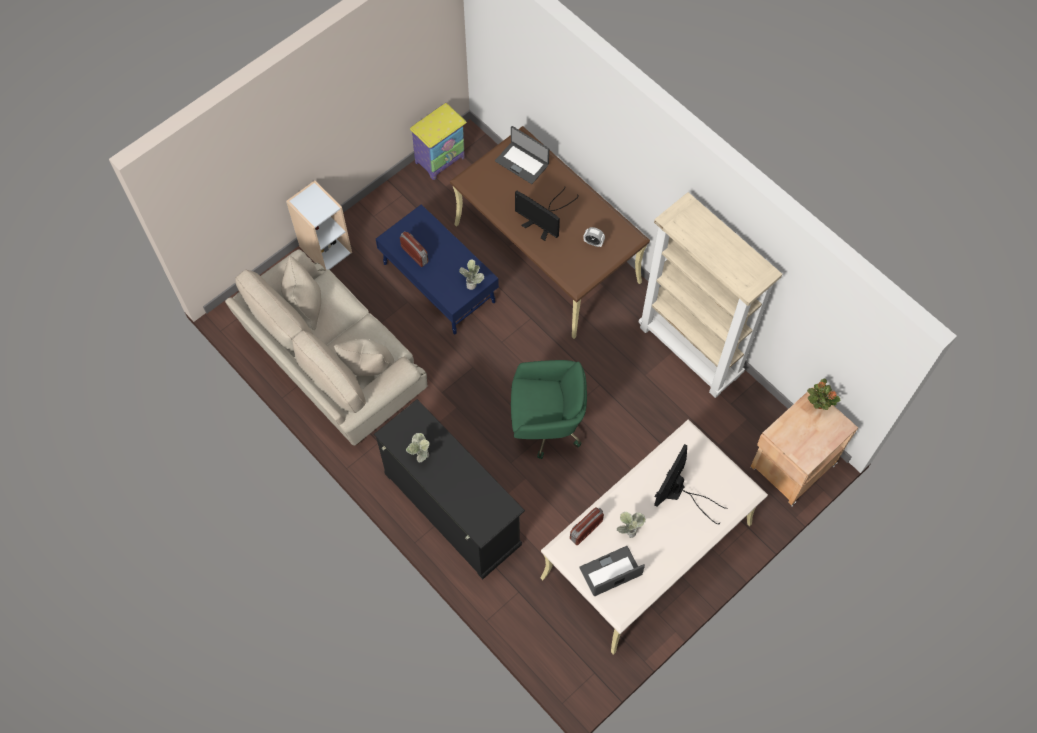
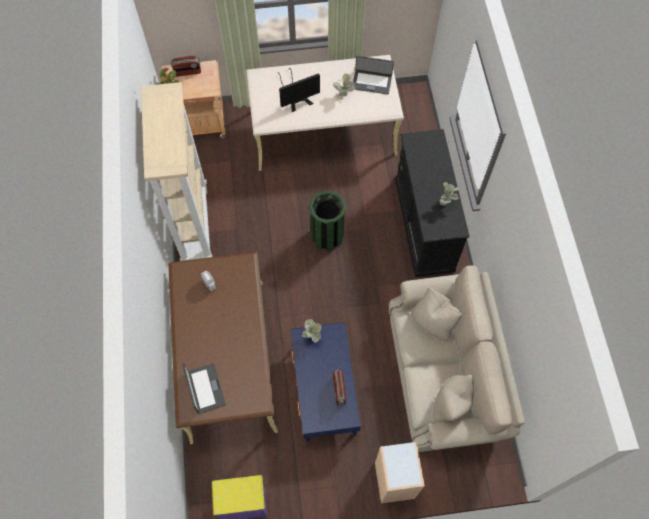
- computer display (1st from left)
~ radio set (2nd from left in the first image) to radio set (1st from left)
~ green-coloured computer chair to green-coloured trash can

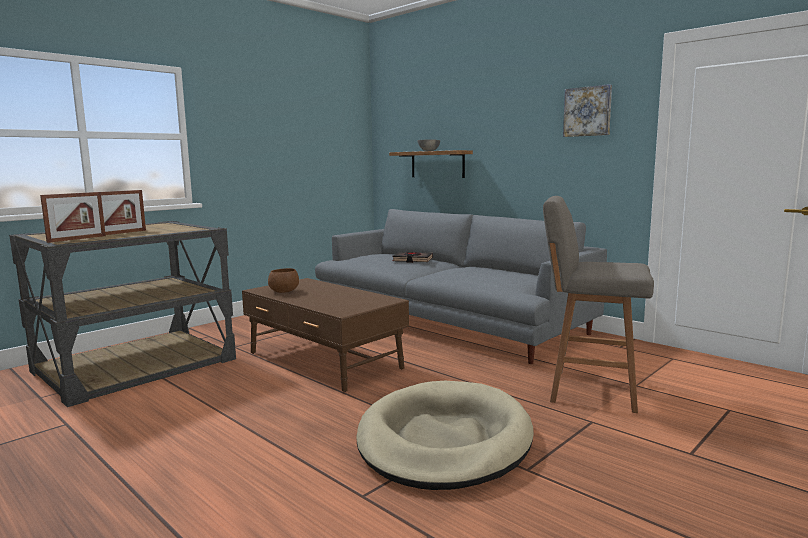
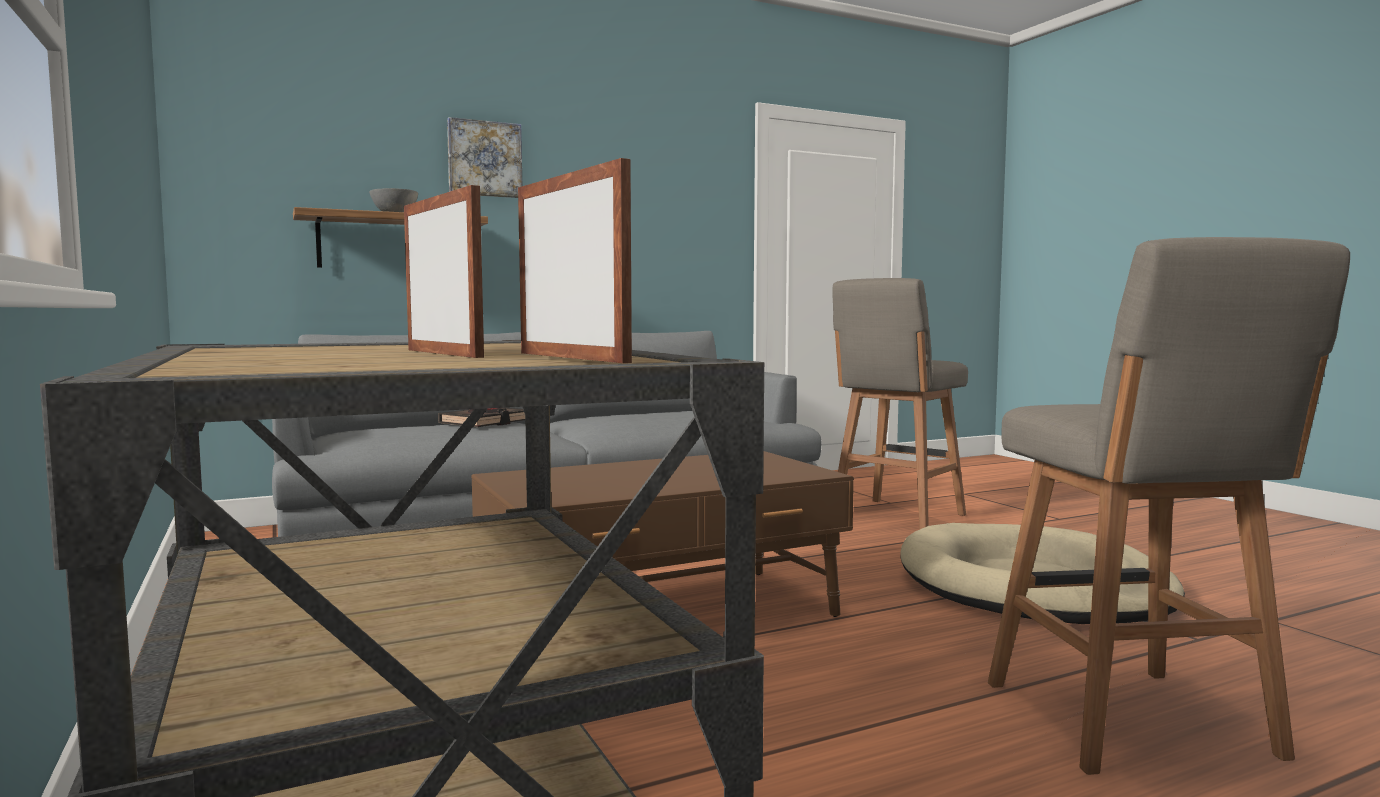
- brownish serving bowl
+ greyish stool (2nd from left)
~ picture

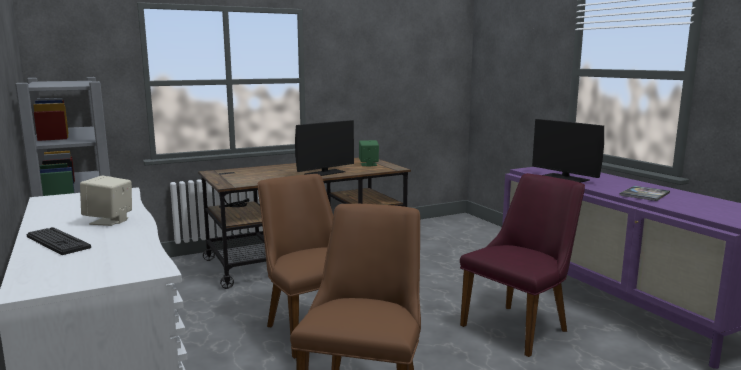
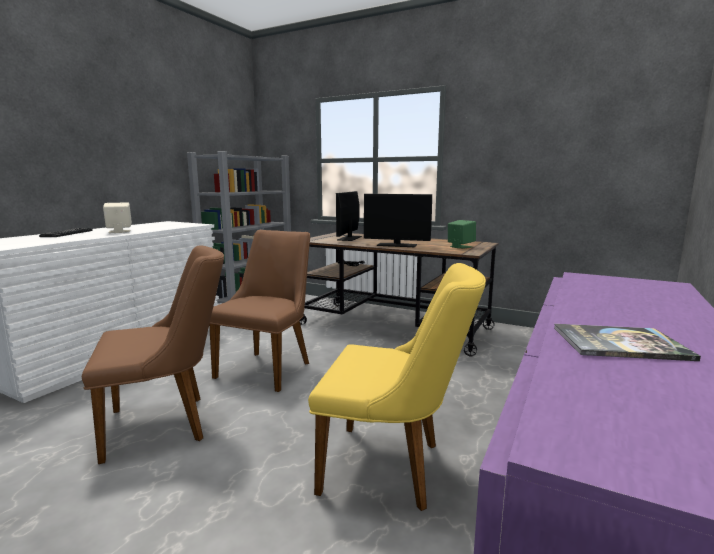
~ computer display (2nd from left in the first image) to computer display (1st from left)
~ purplish chair to yellowish chair

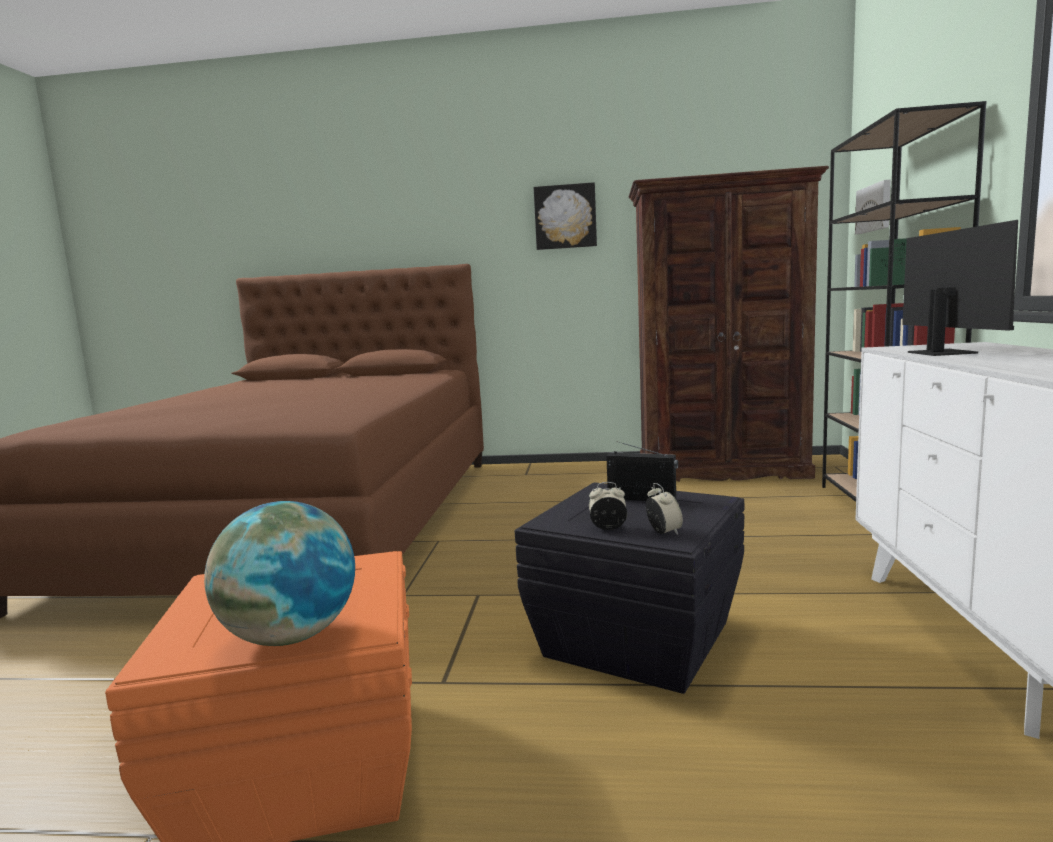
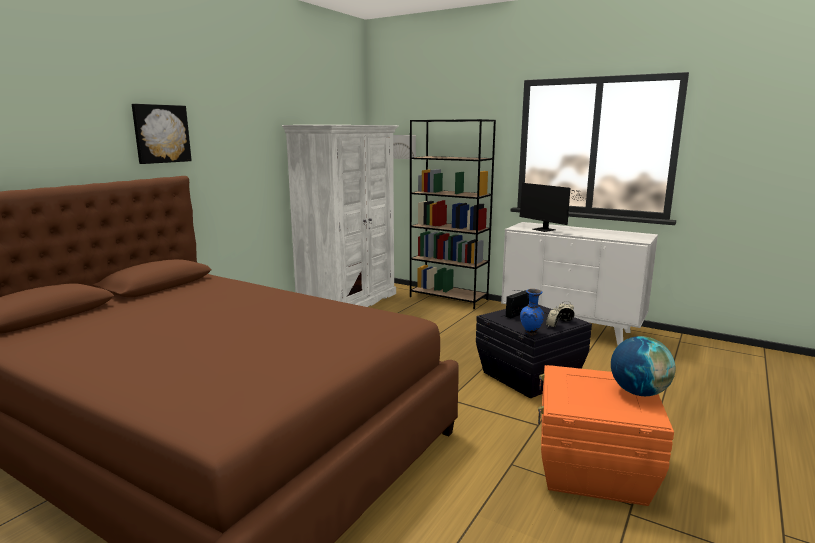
+ bluish vase
~ picture (1st from left)
~ brownish wardrobe to white wardrobe
~ computer display 150 degrees counterclockwise

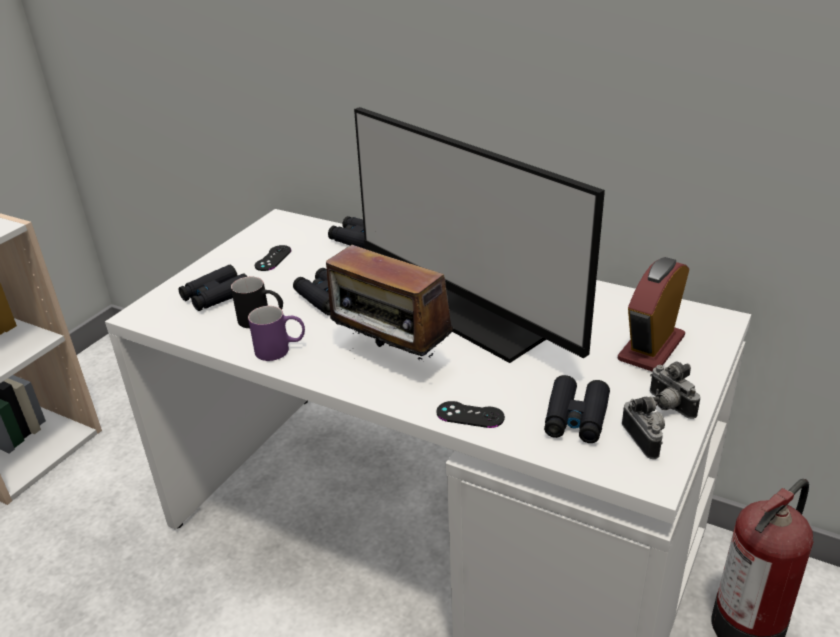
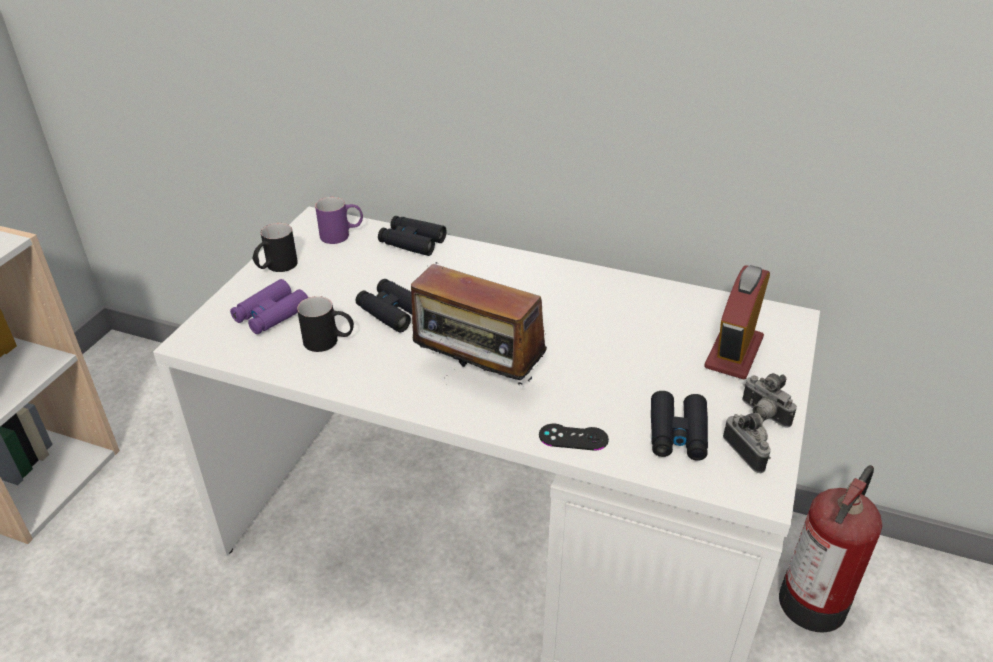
- black-coloured game controller (1st from left)
- computer display
+ black-coloured mug (1st from left)
~ purplish mug
~ black-coloured pair of binoculars (1st from left) to purplish pair of binoculars

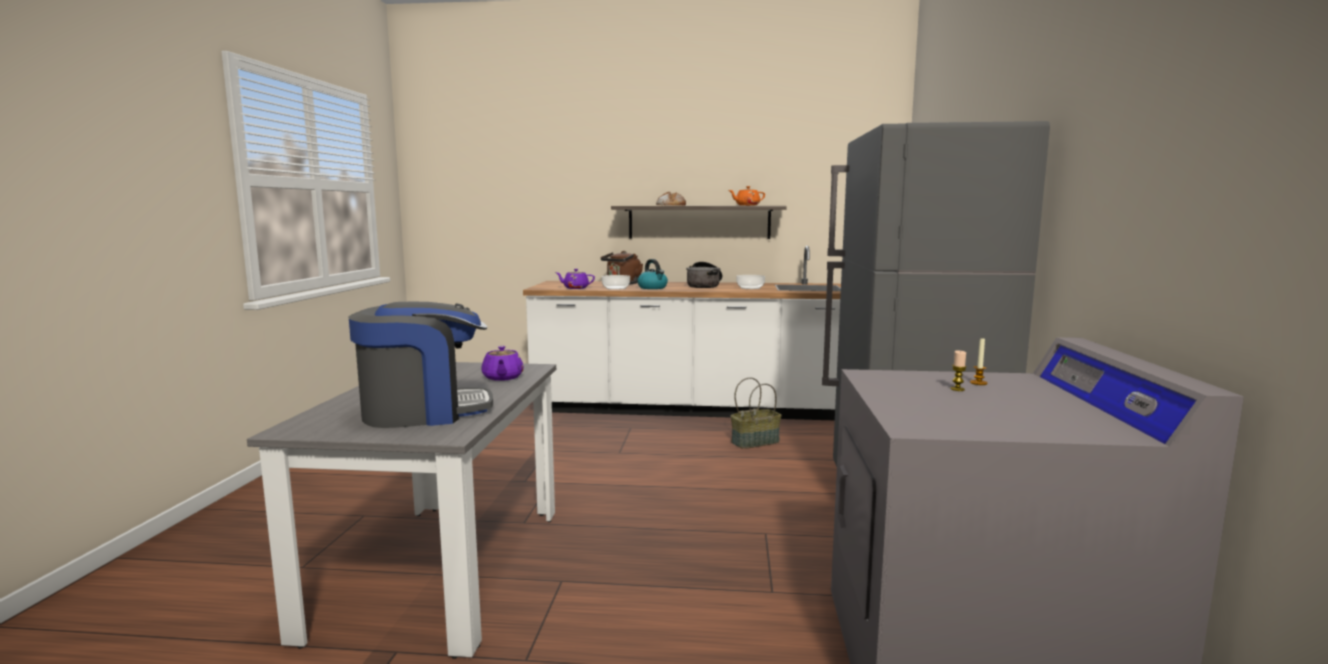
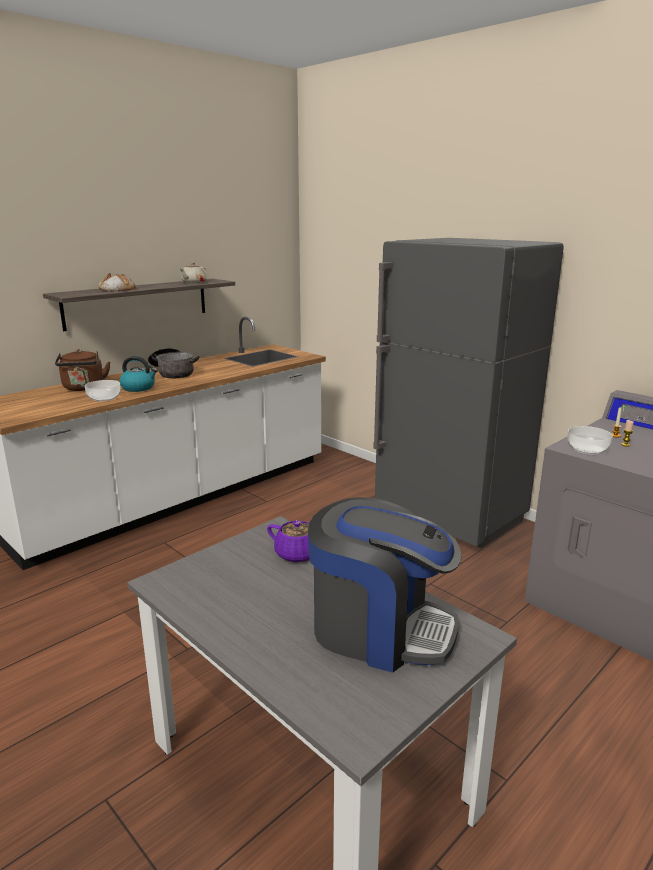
- purplish teapot (2nd from left)
- storage basket
~ serving bowl (2nd from left)
~ orange teapot to sand-coloured teapot
~ coffee maker 90 degrees clockwise

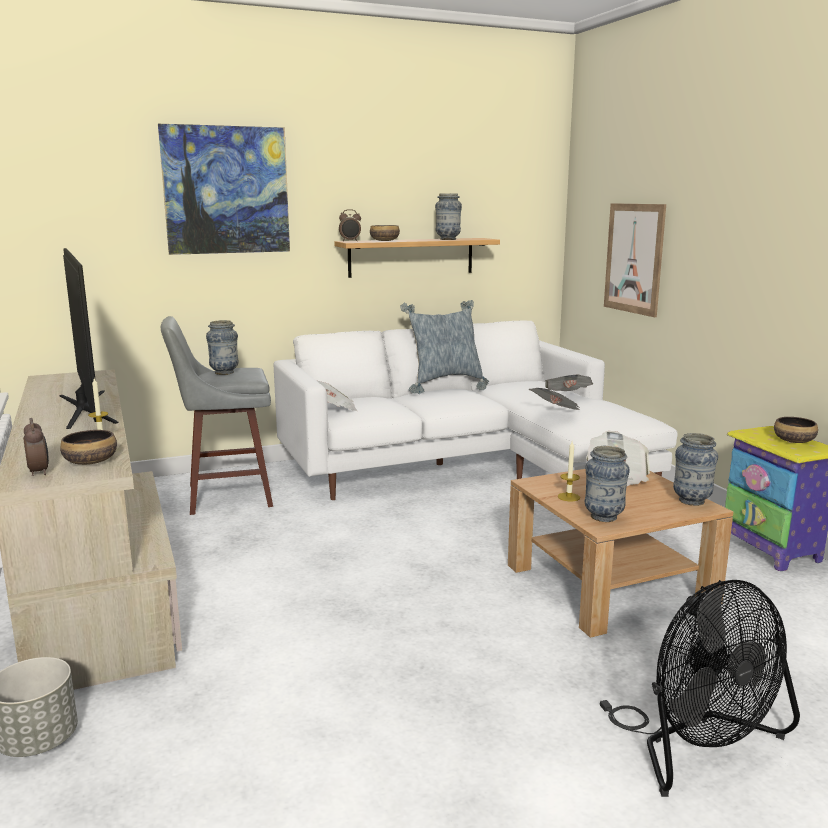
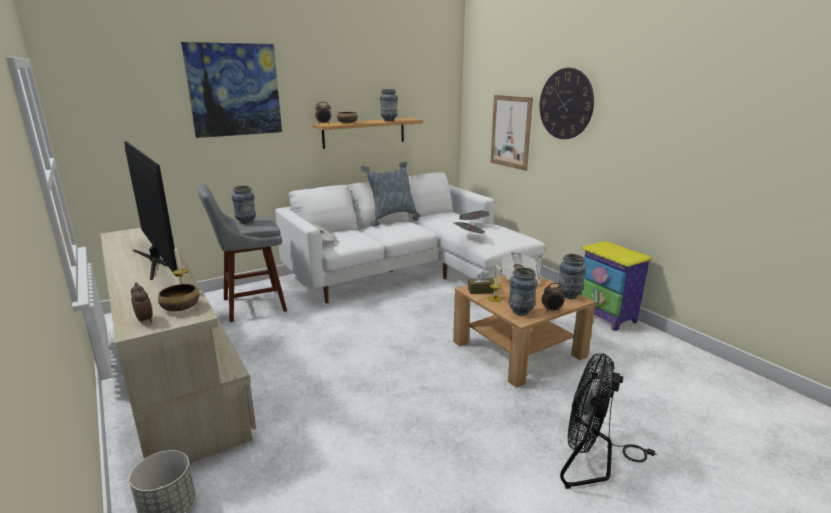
- serving bowl (3rd from left)
+ brownish tissue holder
+ clock on the wall
+ table clock (3rd from left)
~ black-coloured cooling fan 150 degrees clockwise

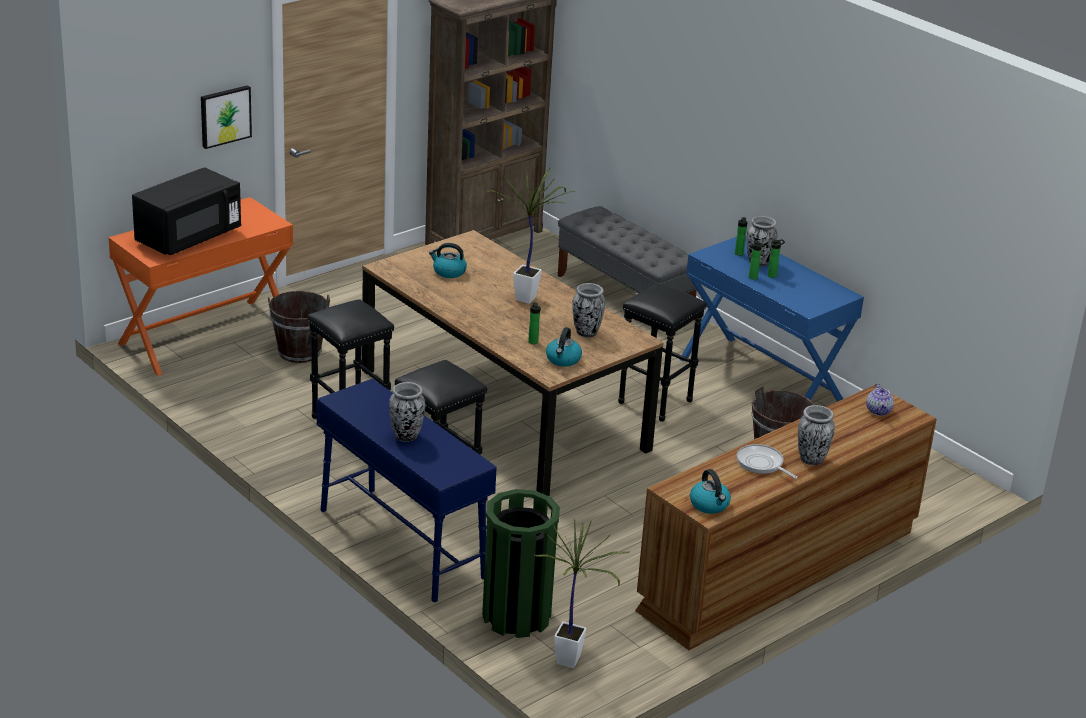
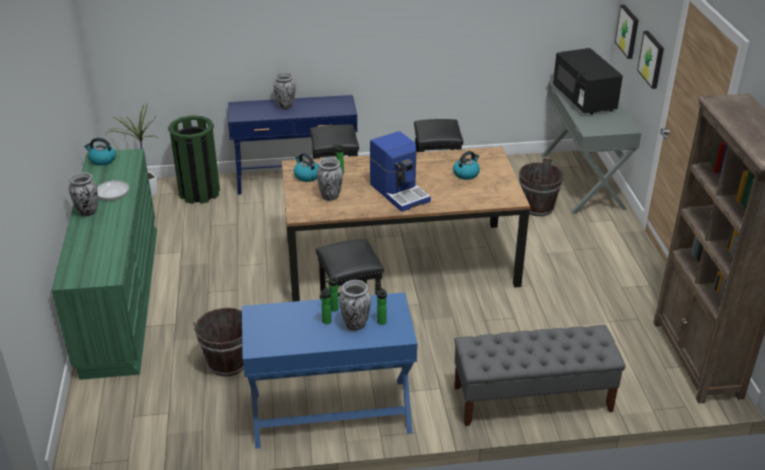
- teapot
+ picture (1st from left)
~ houseplant (1st from left) to coffee maker
~ orange narrow table to greyish narrow table
~ brownish chest of drawers to green-coloured chest of drawers

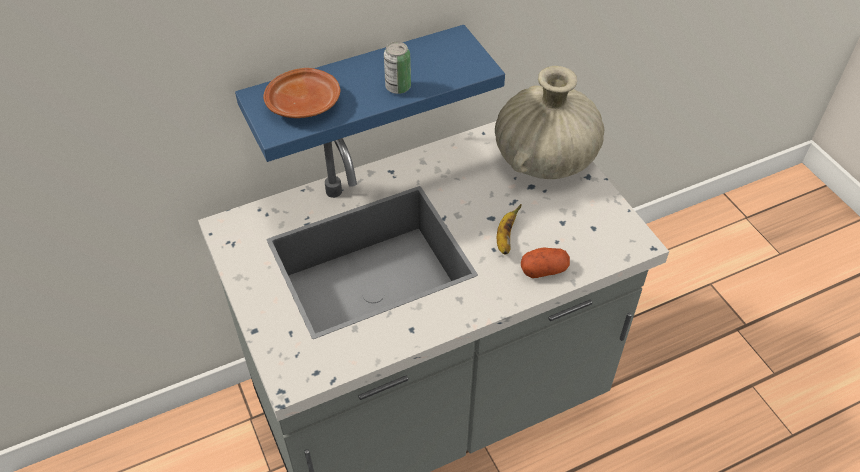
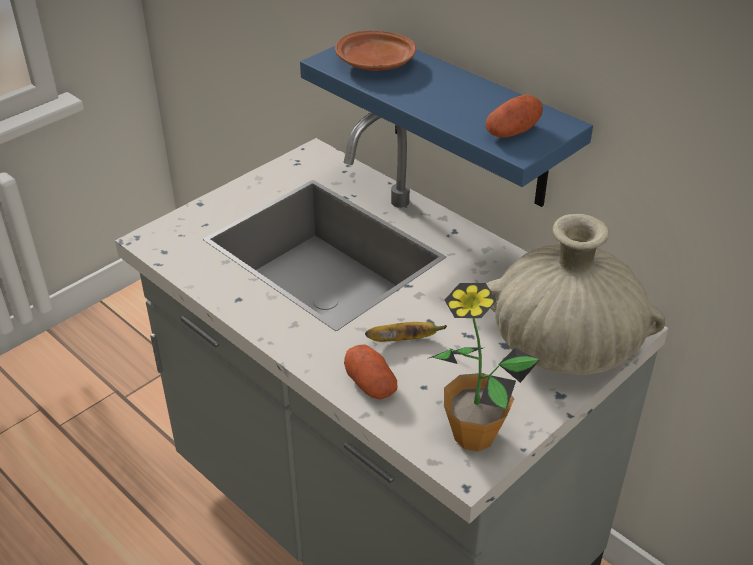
- sealed can
+ houseplant
+ spud (2nd from left)

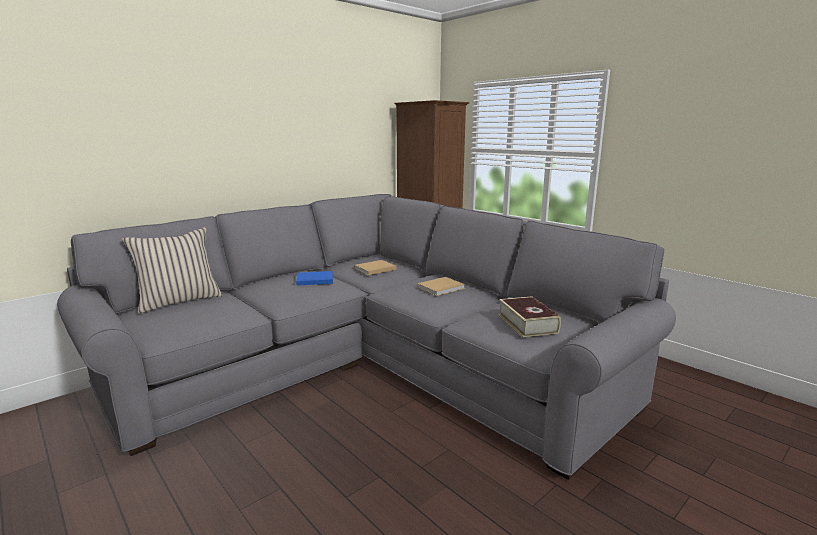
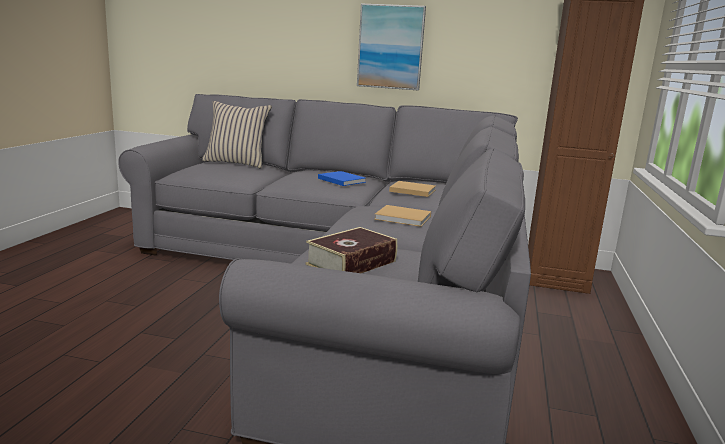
+ picture

